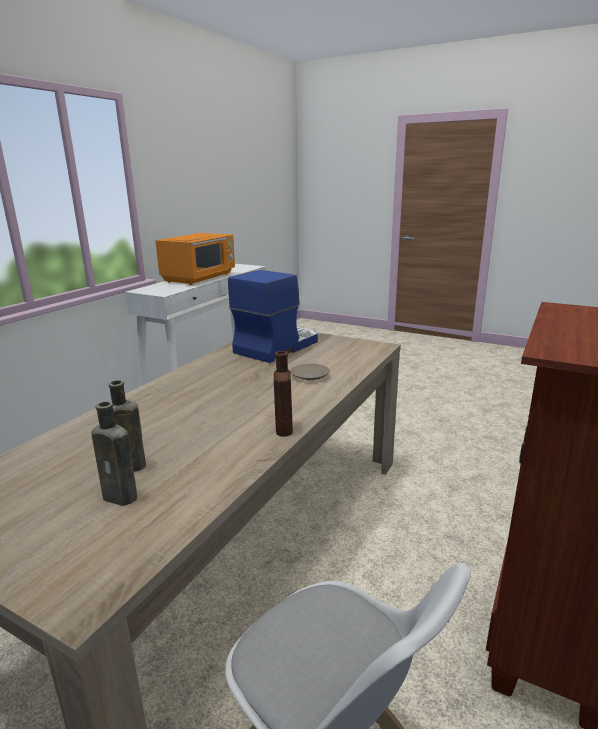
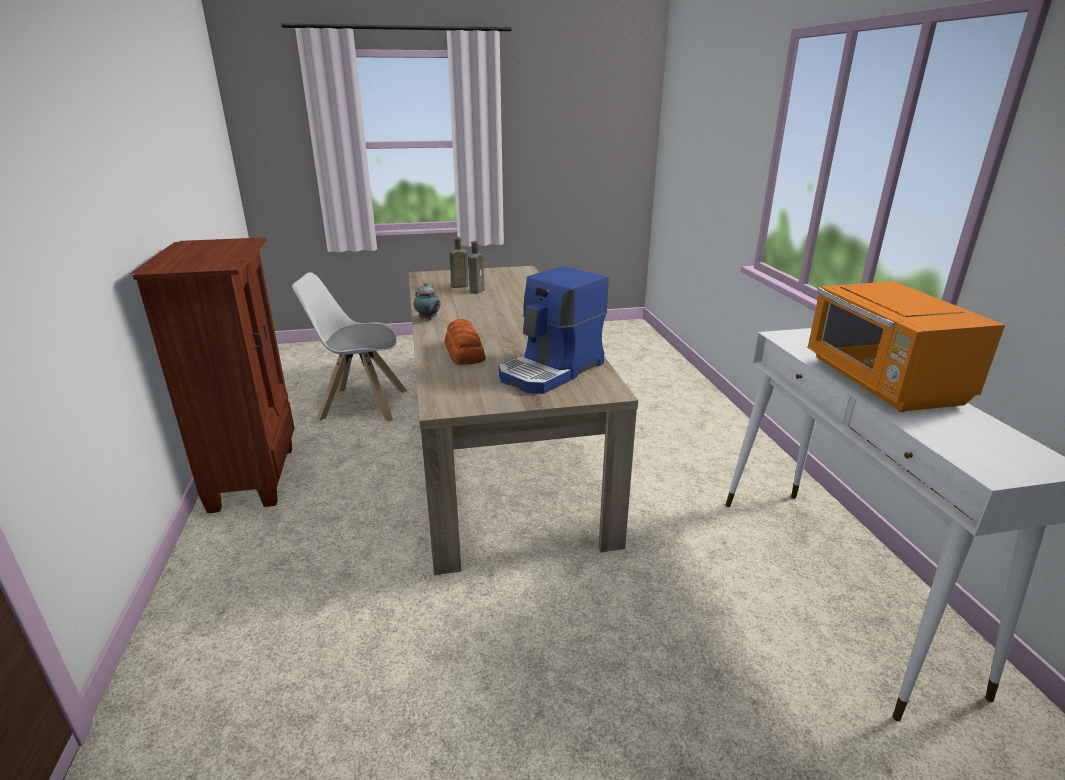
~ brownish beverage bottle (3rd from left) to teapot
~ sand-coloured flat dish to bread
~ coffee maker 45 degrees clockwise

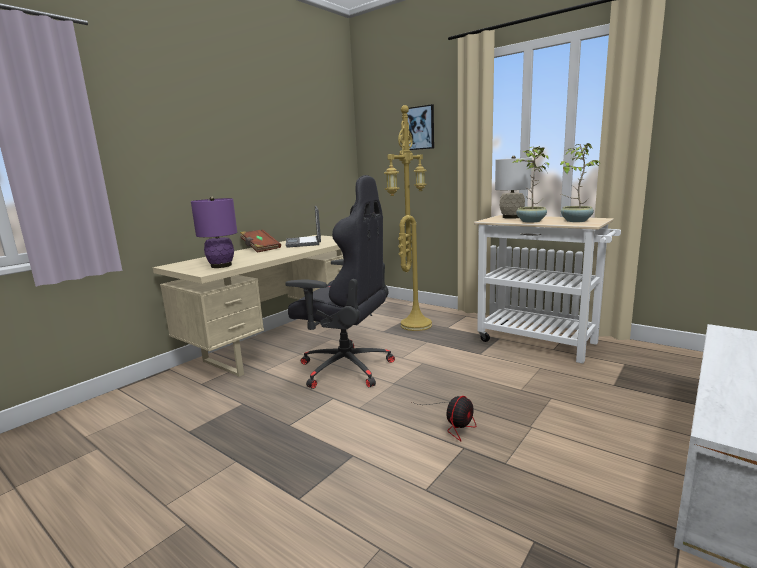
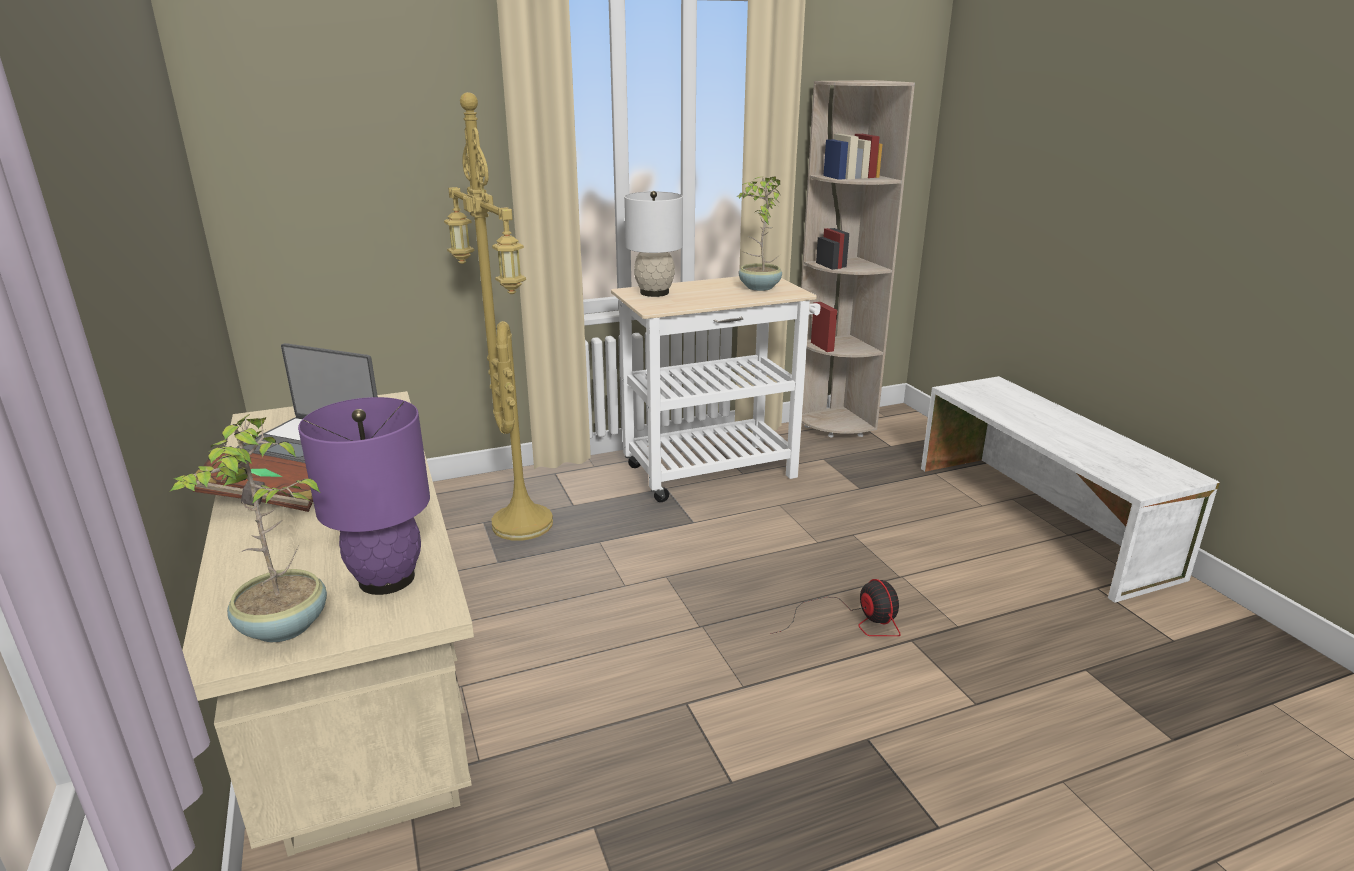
- black-coloured computer chair
- picture
+ sand-coloured shelving unit
~ houseplant (1st from left)

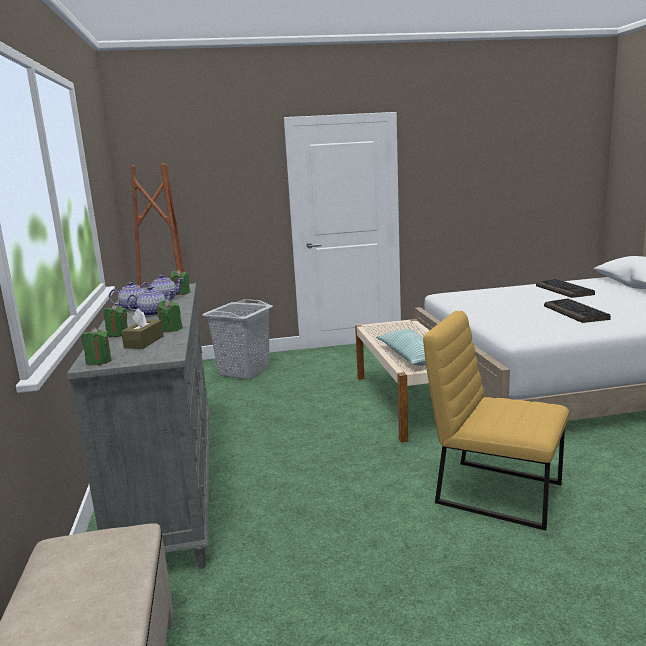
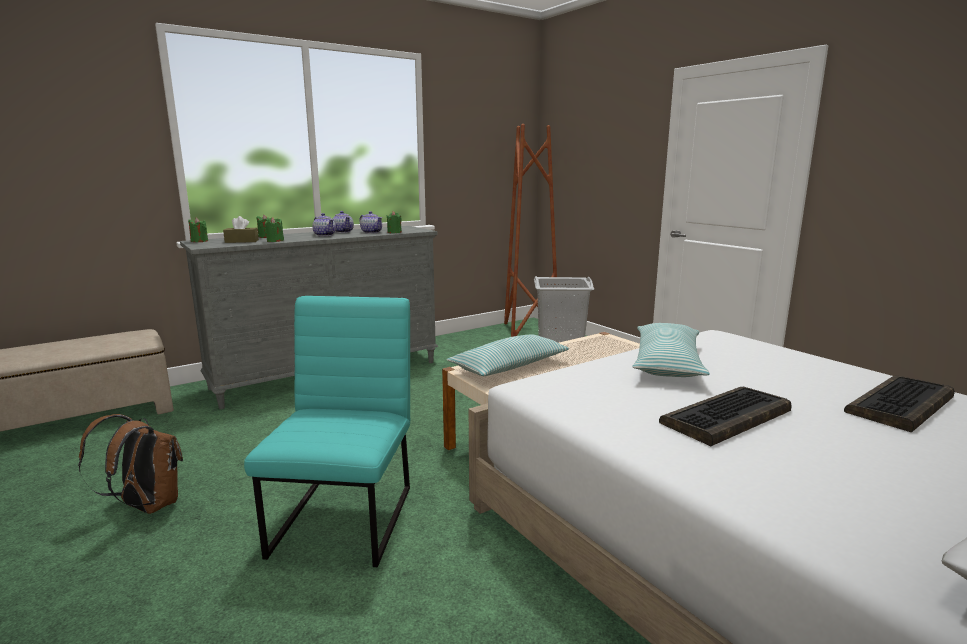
+ brownish knapsack
+ pillow (2nd from left)
~ yellowish chair to turquoise-coloured chair

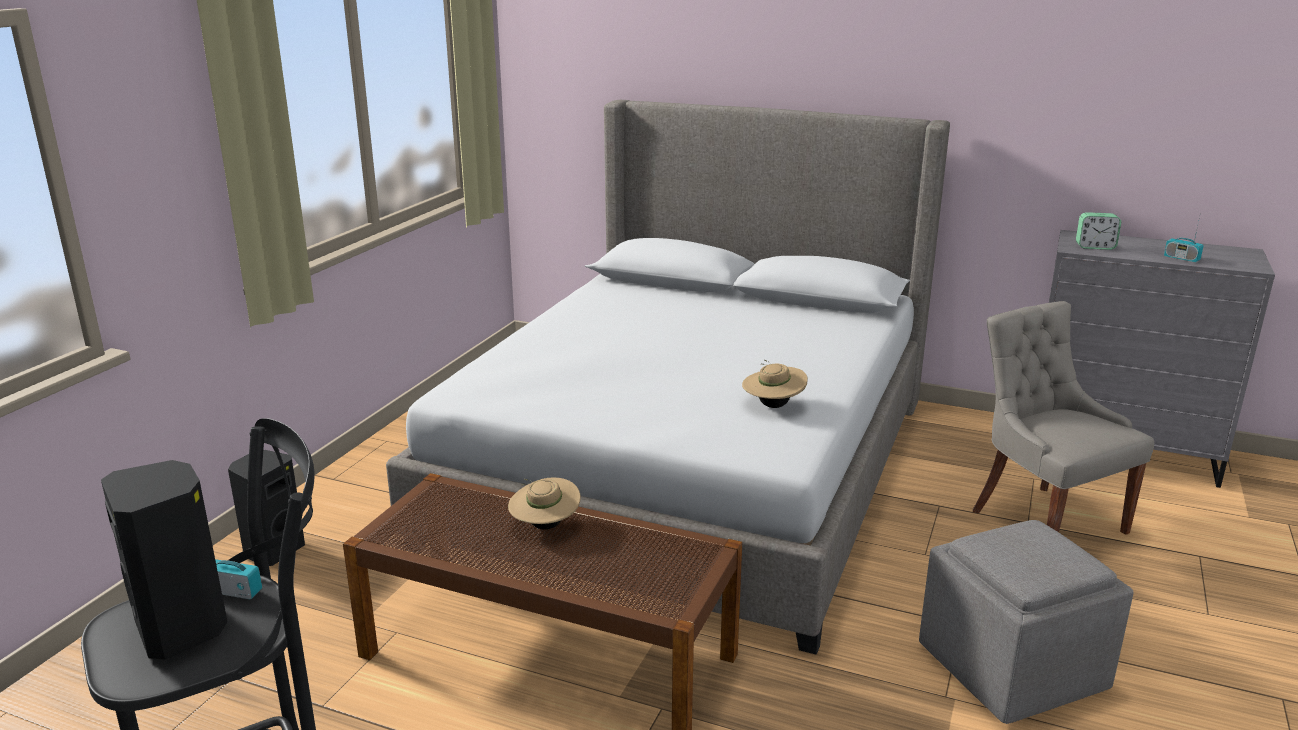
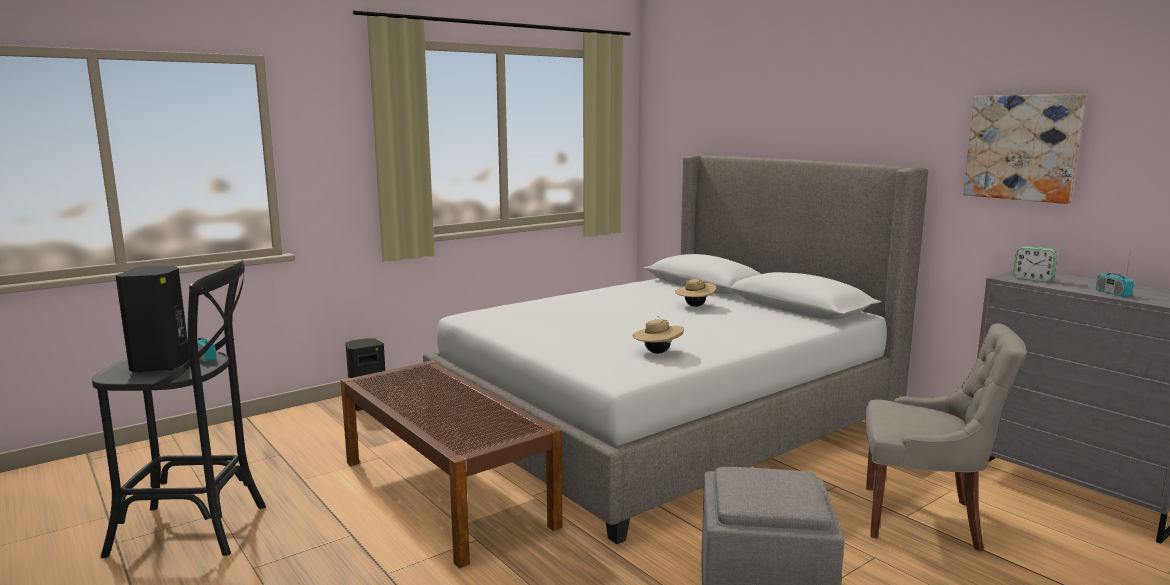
+ picture
~ sand-coloured wearable hat (1st from left in the first image) to sand-coloured wearable hat (2nd from left)
~ greyish chair 105 degrees clockwise

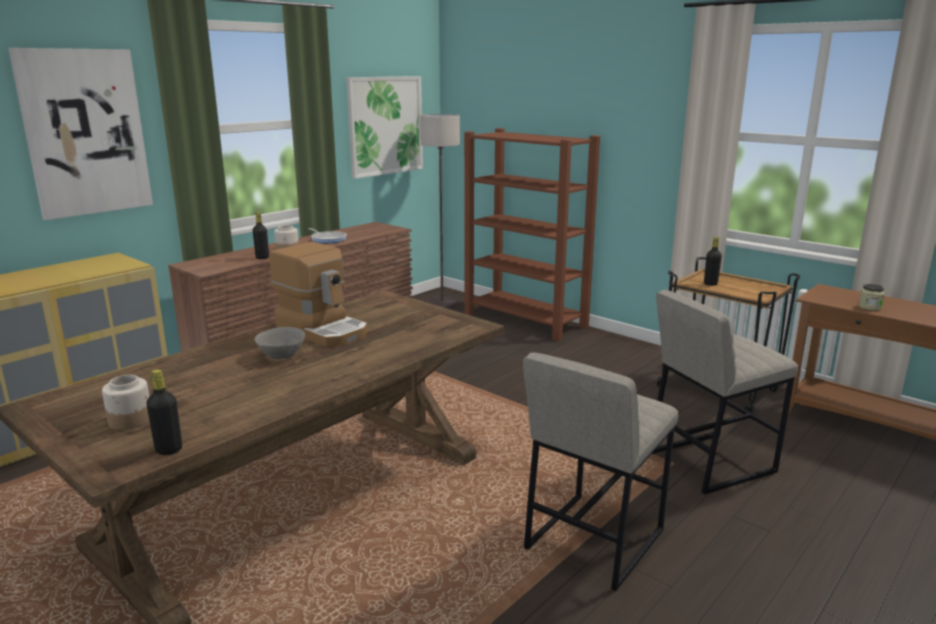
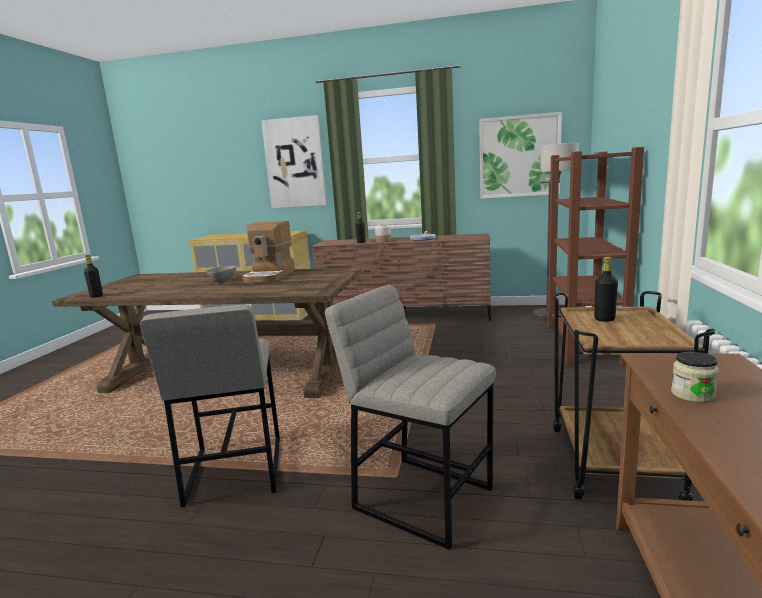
- preserve jar (1st from left)
~ greyish chair (1st from left) 105 degrees counterclockwise

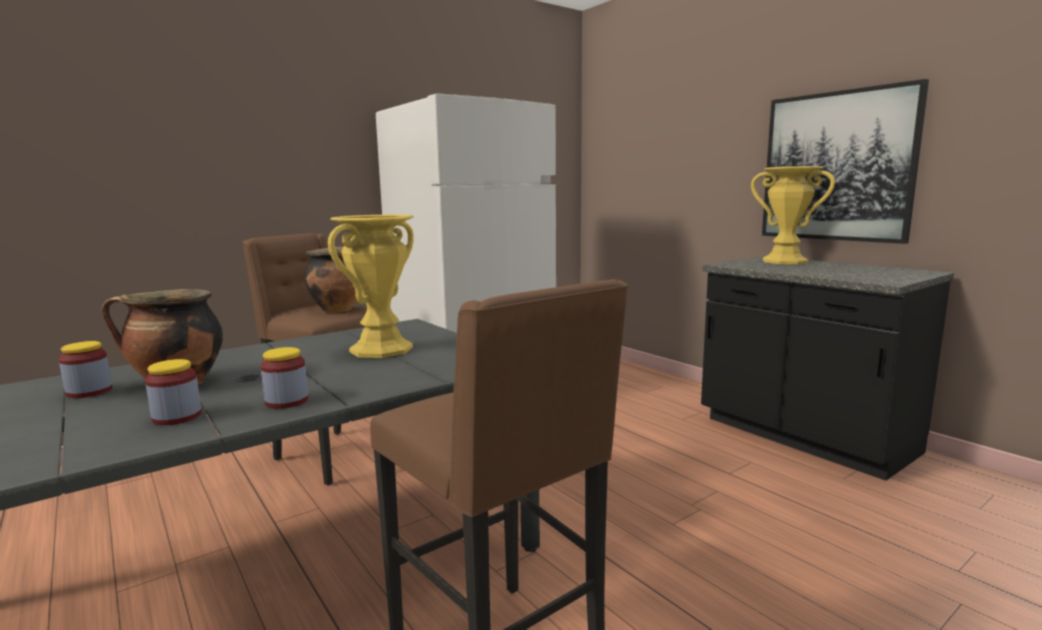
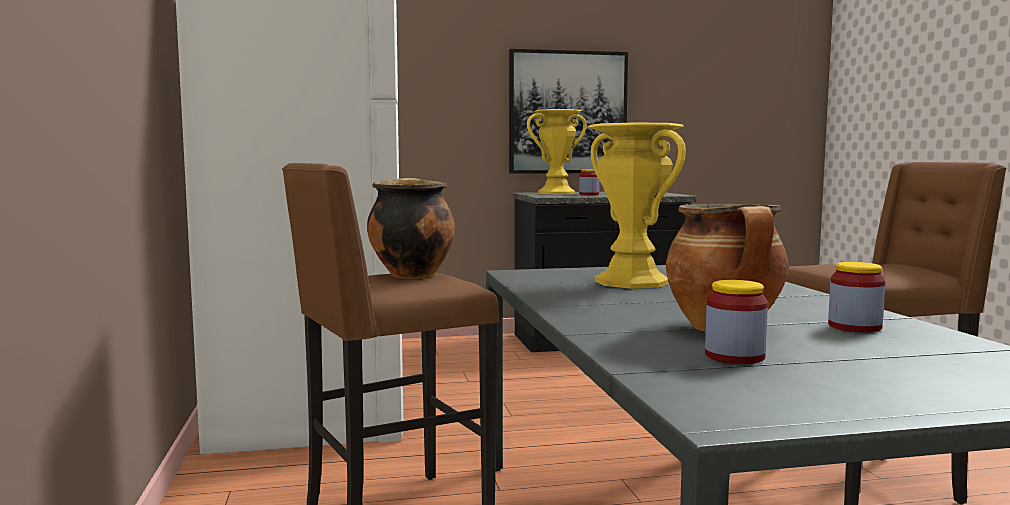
~ preserve jar (3rd from left in the first image) to preserve jar (1st from left)

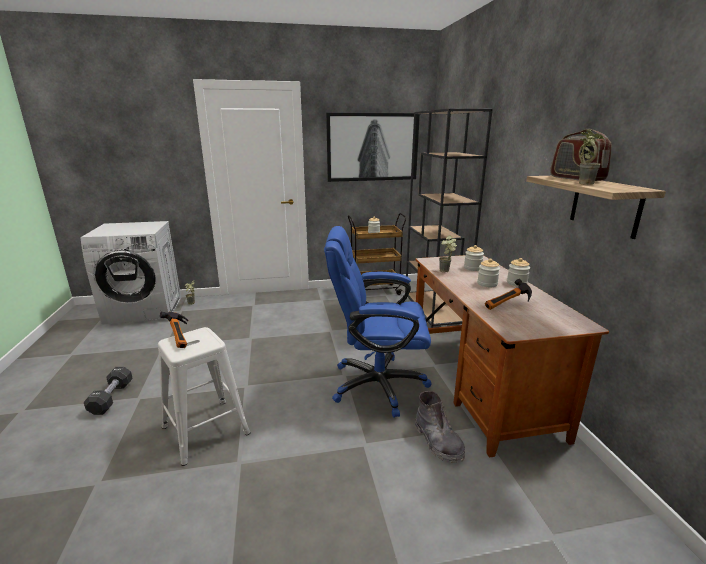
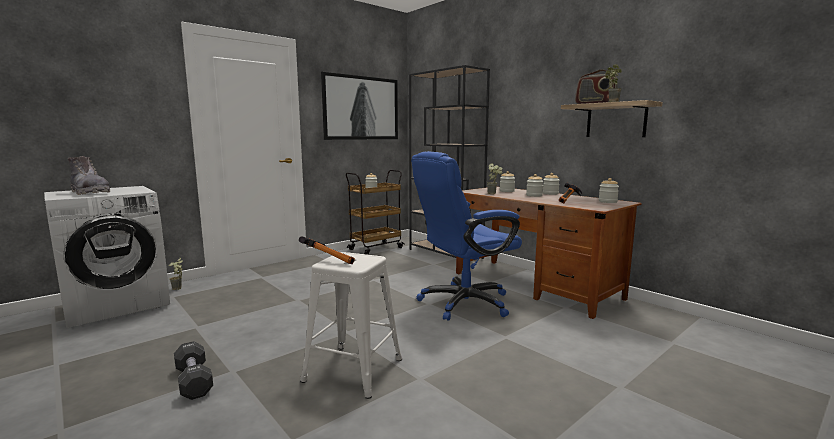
+ preserve jar (5th from left)
~ greyish high-top boot

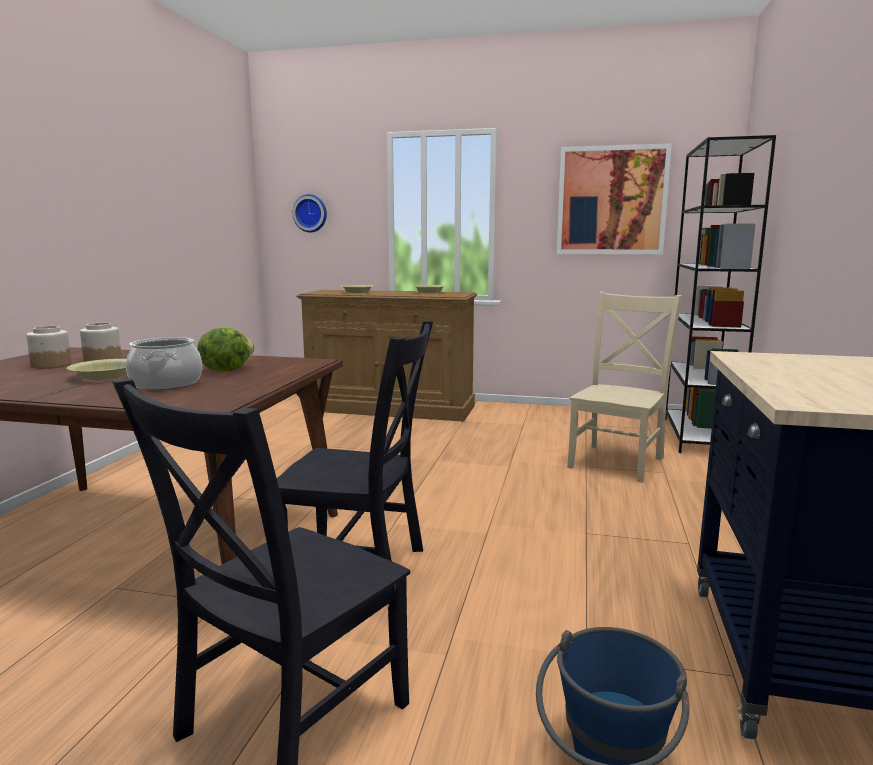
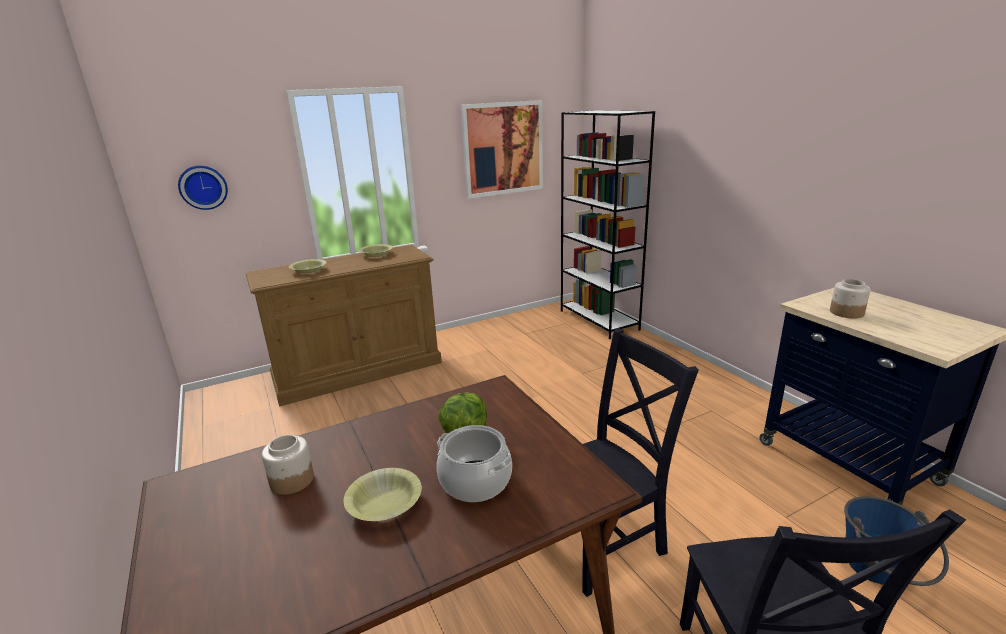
- sand-coloured chair
~ preserve jar (1st from left in the first image) to preserve jar (2nd from left)

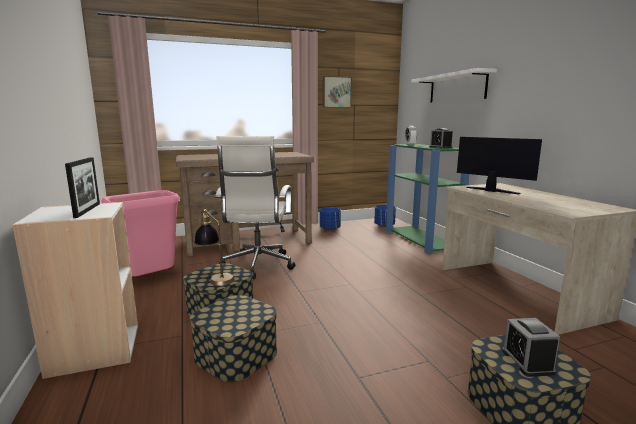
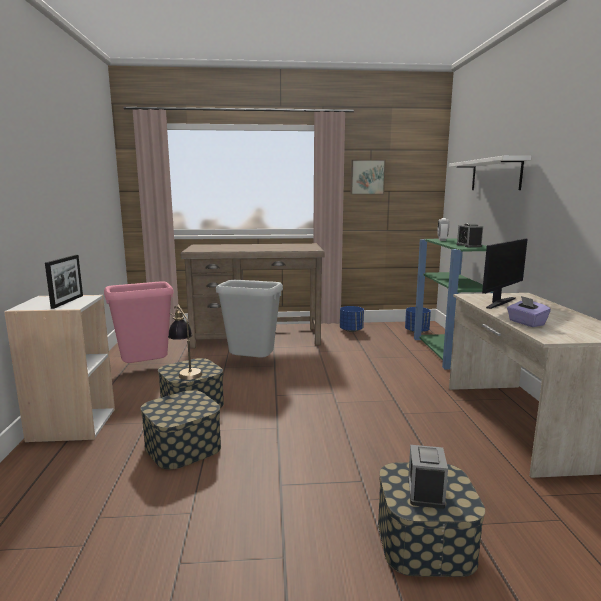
+ purplish tissue holder
~ white computer chair to greyish trash can
~ computer display 75 degrees clockwise

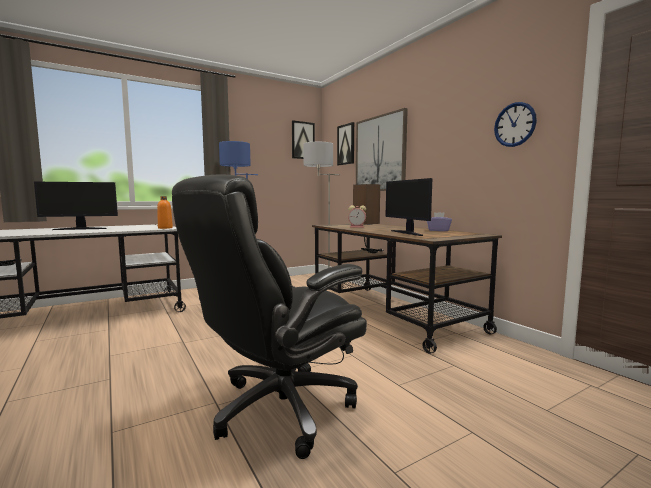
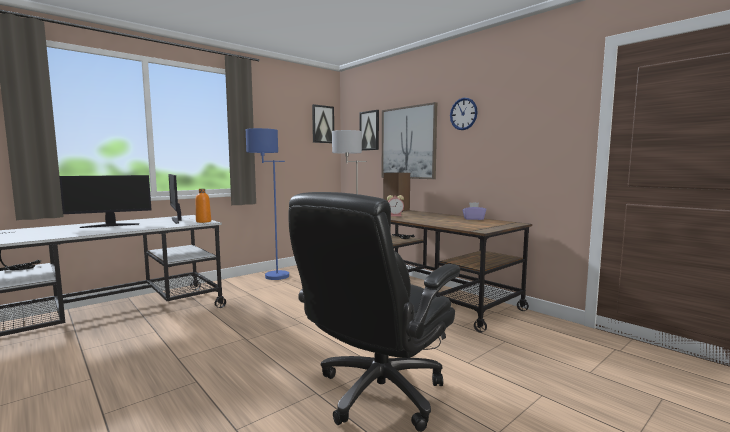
~ computer display (2nd from left)
~ clock on the wall

